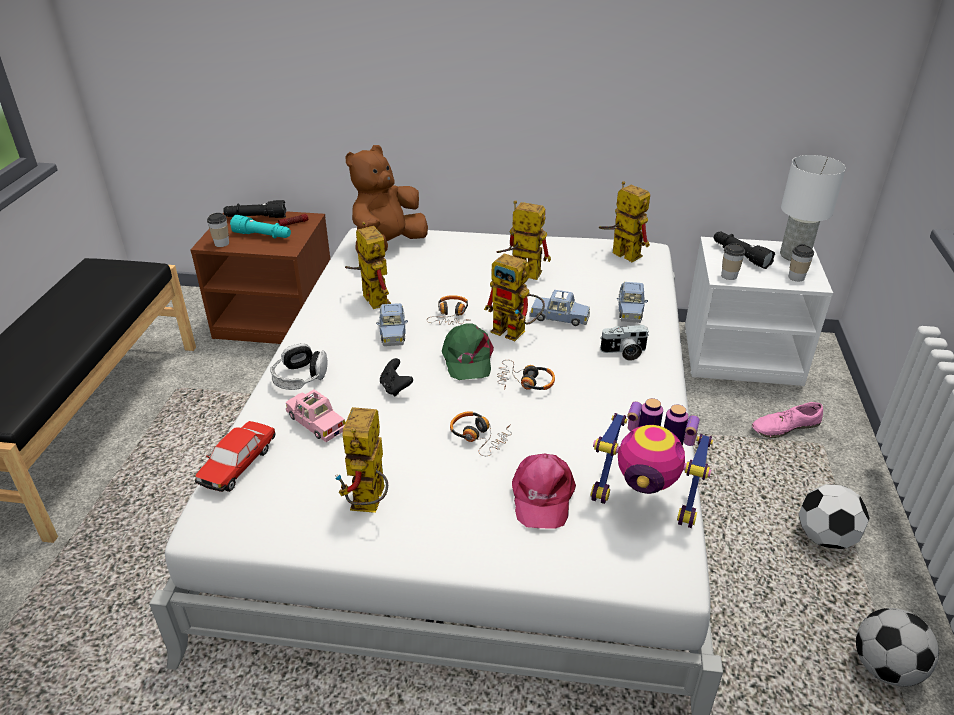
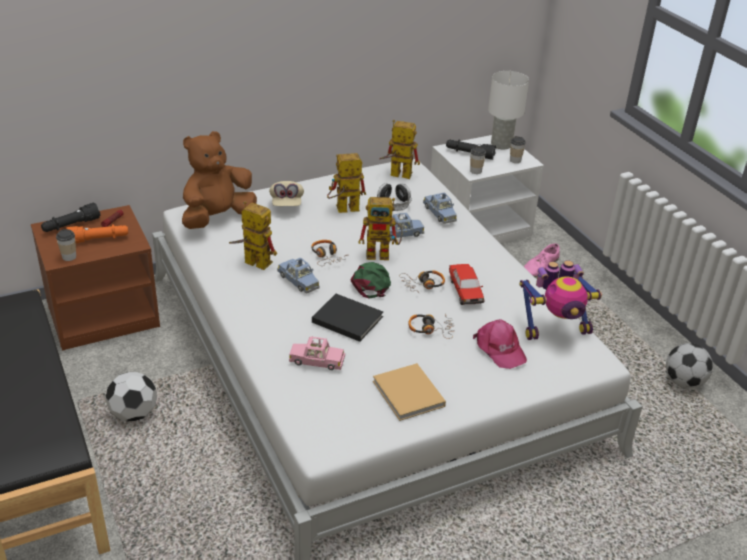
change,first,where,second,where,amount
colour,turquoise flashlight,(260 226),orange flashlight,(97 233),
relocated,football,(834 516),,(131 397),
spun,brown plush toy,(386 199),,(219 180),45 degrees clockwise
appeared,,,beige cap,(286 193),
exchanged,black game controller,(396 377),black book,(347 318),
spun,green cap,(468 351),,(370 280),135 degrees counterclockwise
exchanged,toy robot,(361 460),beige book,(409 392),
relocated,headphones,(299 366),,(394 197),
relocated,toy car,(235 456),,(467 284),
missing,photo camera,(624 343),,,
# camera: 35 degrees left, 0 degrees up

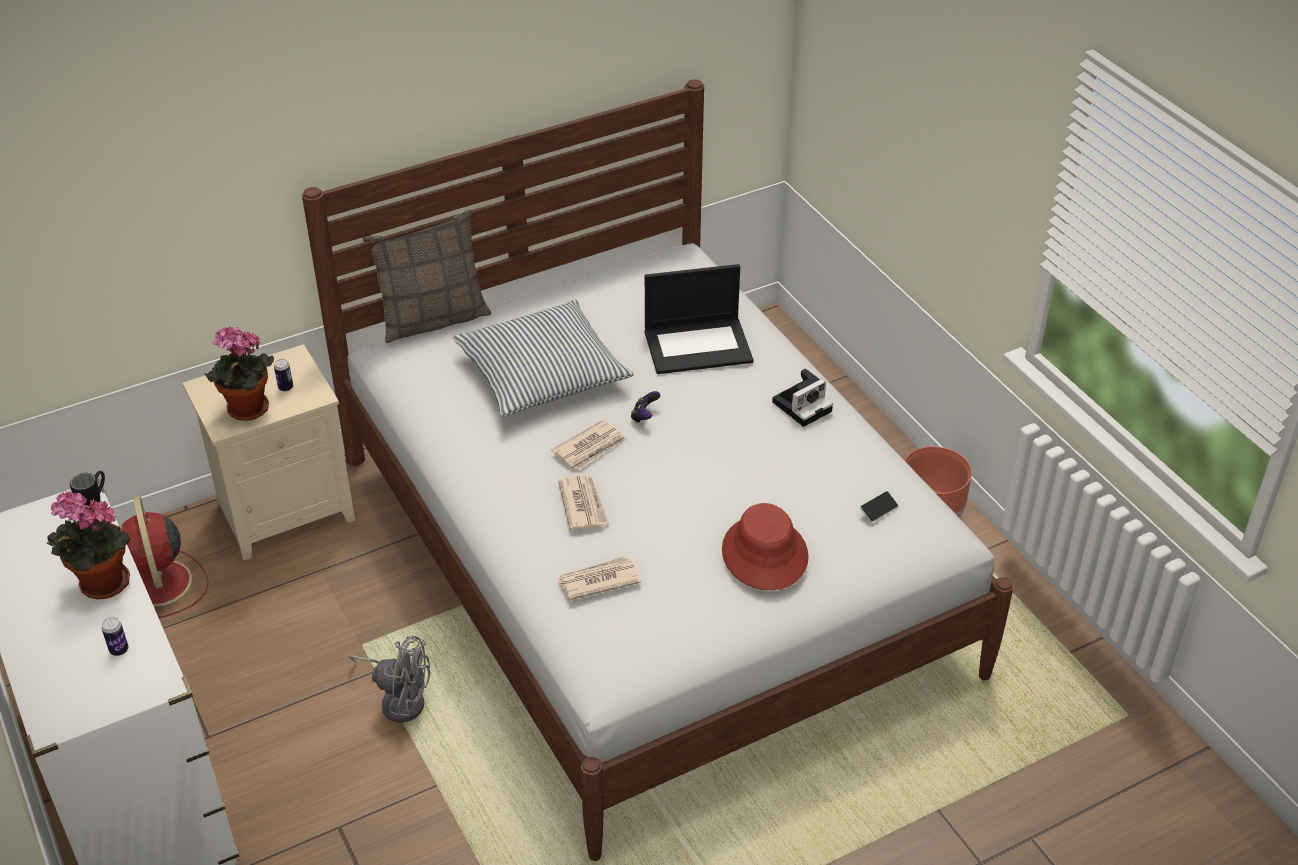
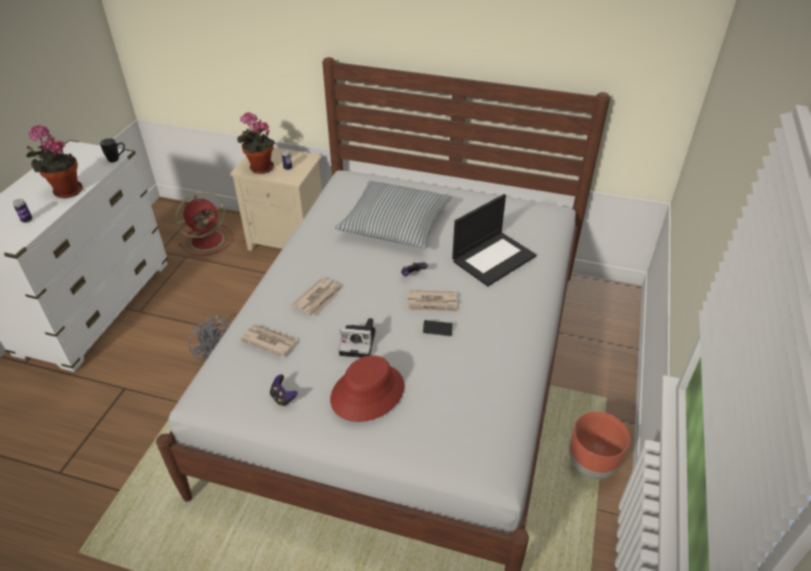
change,first,where,second,where,amount
spun,red fan,(165 557),,(204 224),150 degrees counterclockwise
appeared,,,game controller,(284 390),
relocated,photo camera,(802 398),,(357 338),
relocated,newspaper,(589 445),,(432 301),
relocated,phone,(879 506),,(437 328),
spun,laptop,(699 319),,(494 240),75 degrees counterclockwise
missing,pillow,(427 276),,,
# camera: 45 degrees right, 0 degrees up

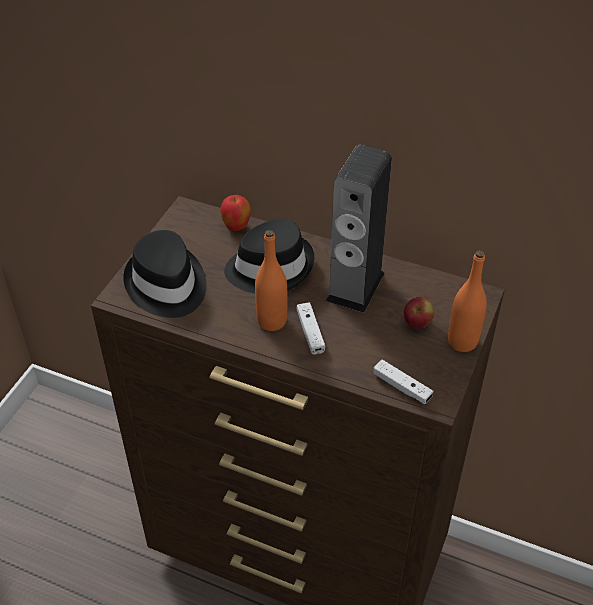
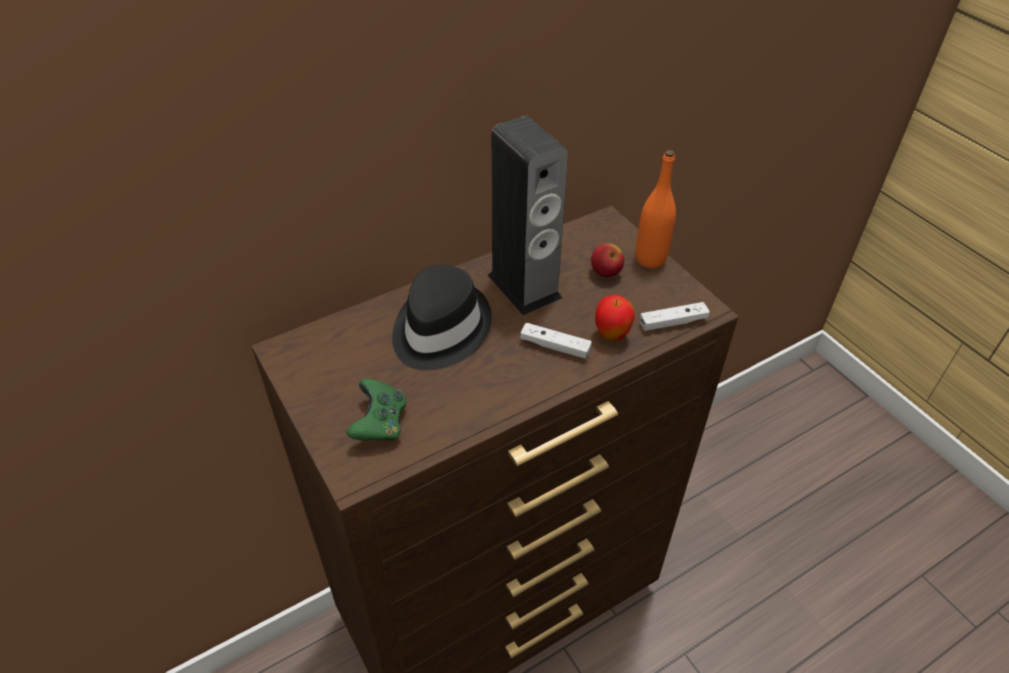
change,first,where,second,where,amount
exchanged,black hat,(165 274),green game controller,(376 410),
relocated,apple,(236 213),,(615 318),
missing,orange bottle,(271 280),,,
# camera: 55 degrees left, 0 degrees up

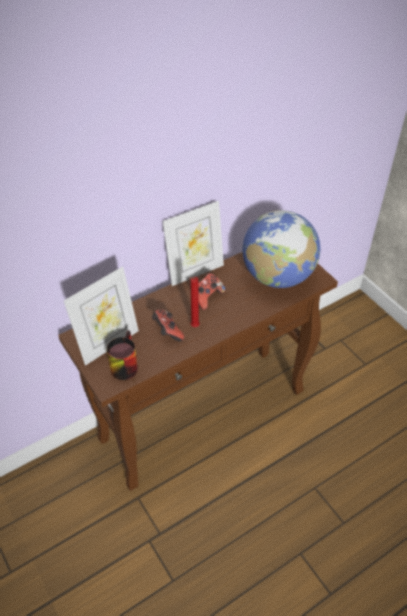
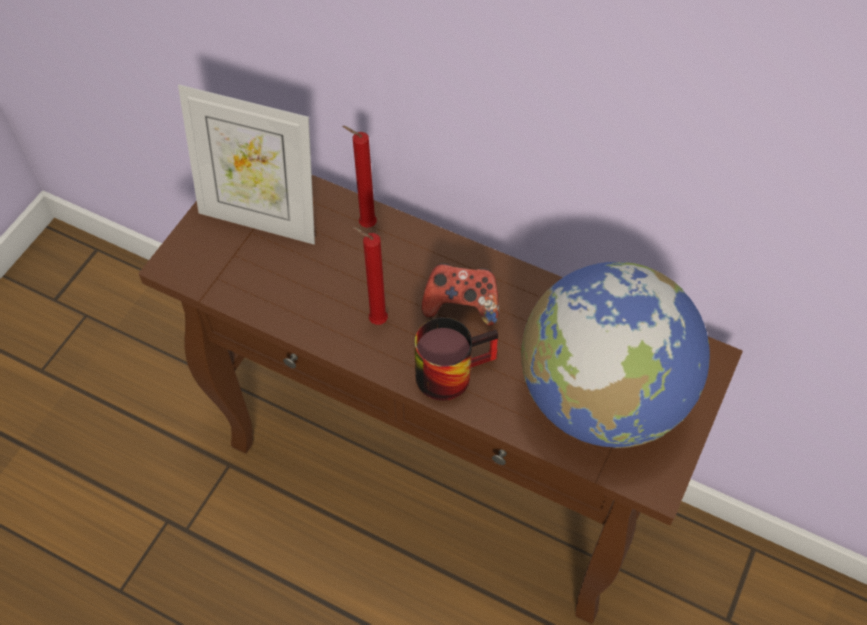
change,first,where,second,where,amount
appeared,,,red candle,(359 177),
relocated,mug,(122 355),,(456 359),
missing,game controller,(168 325),,,
missing,picture frame,(193 243),,,
# camera: 60 degrees right, 10 degrees up

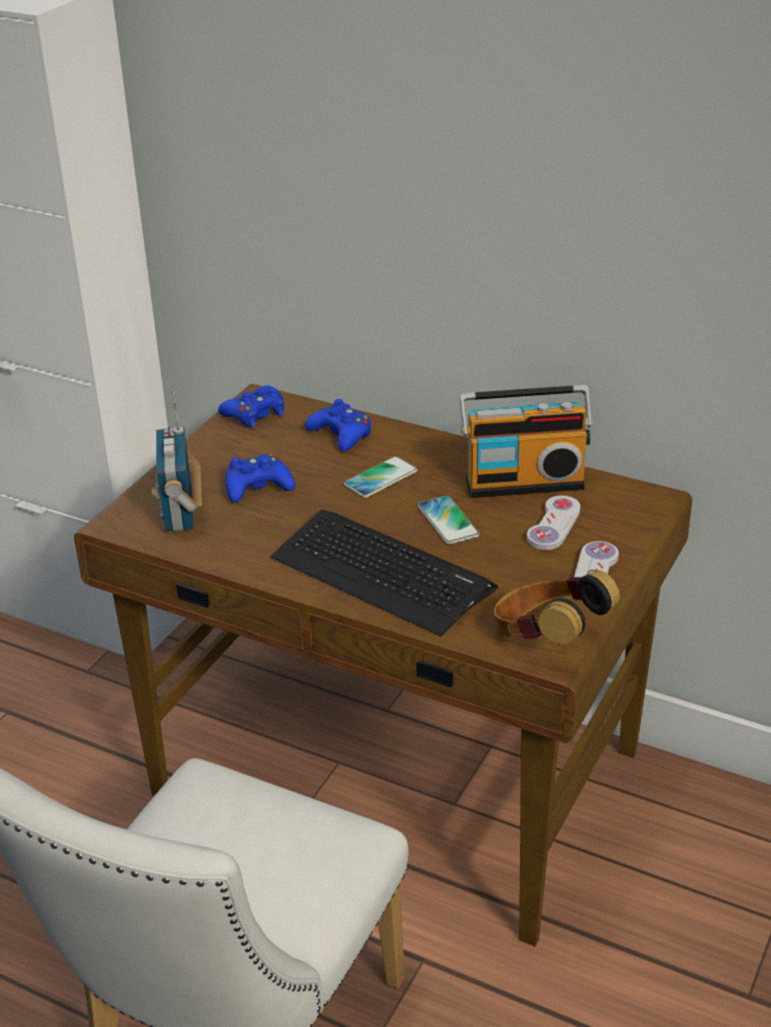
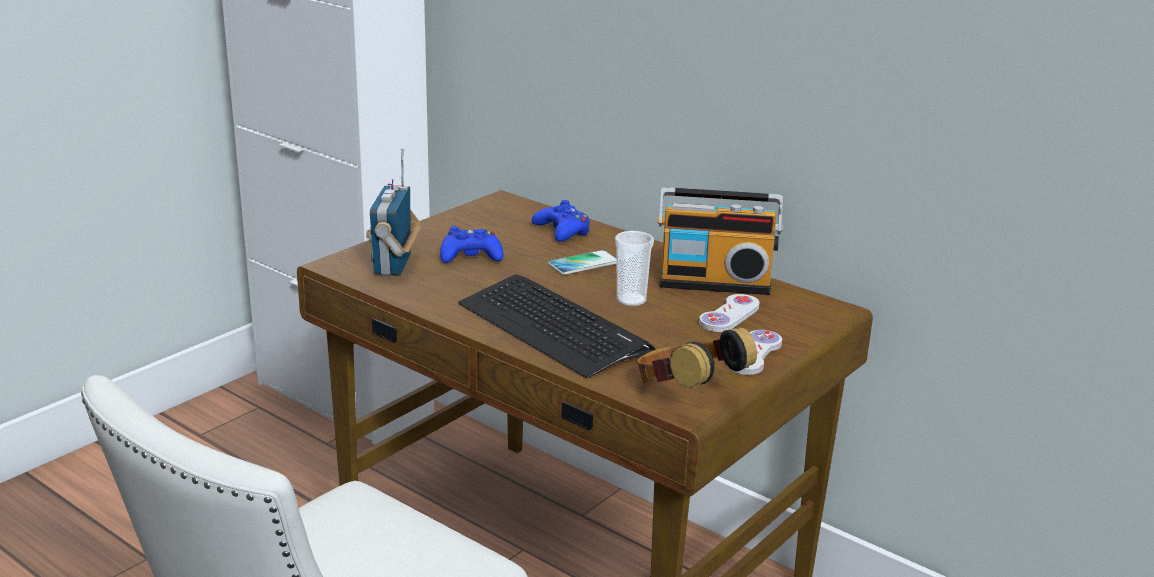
change,first,where,second,where,amount
exchanged,phone,(448 520),cup,(634 268),
missing,blue game controller,(251 406),,,
# camera: 10 degrees right, 10 degrees down

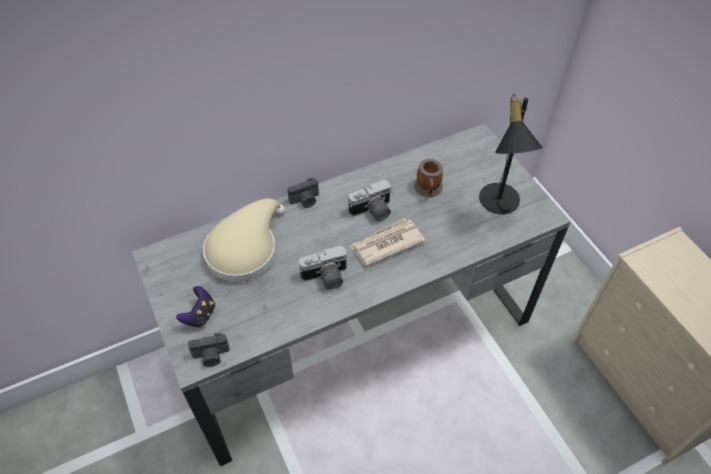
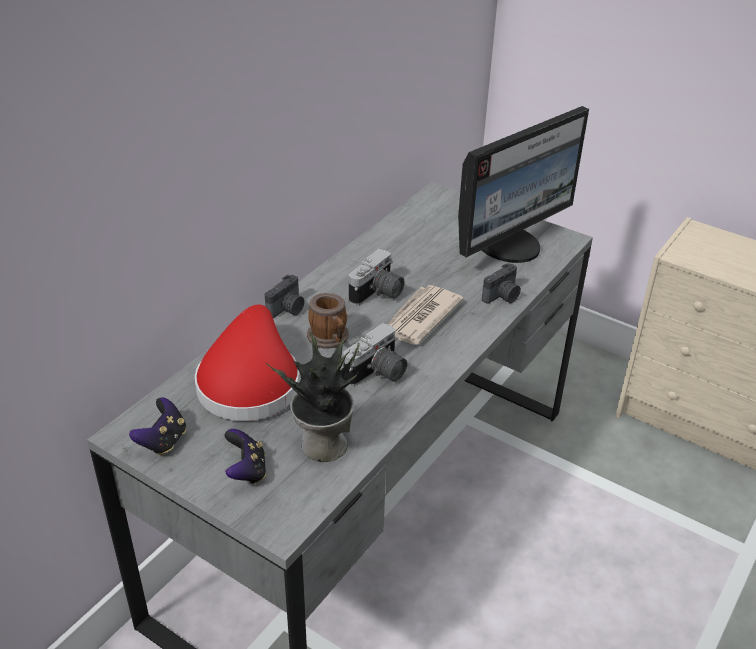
change,first,where,second,where,amount
appeared,,,game controller,(157 426),
colour,beige hat,(244 240),red hat,(247 362),
appeared,,,potted plant,(313 397),
relocated,mug,(428 178),,(328 321),
exchanged,black table lamp,(511 154),monitor,(523 184),
relocated,photo camera,(209 350),,(501 283),
# camera: 30 degrees left, 15 degrees down

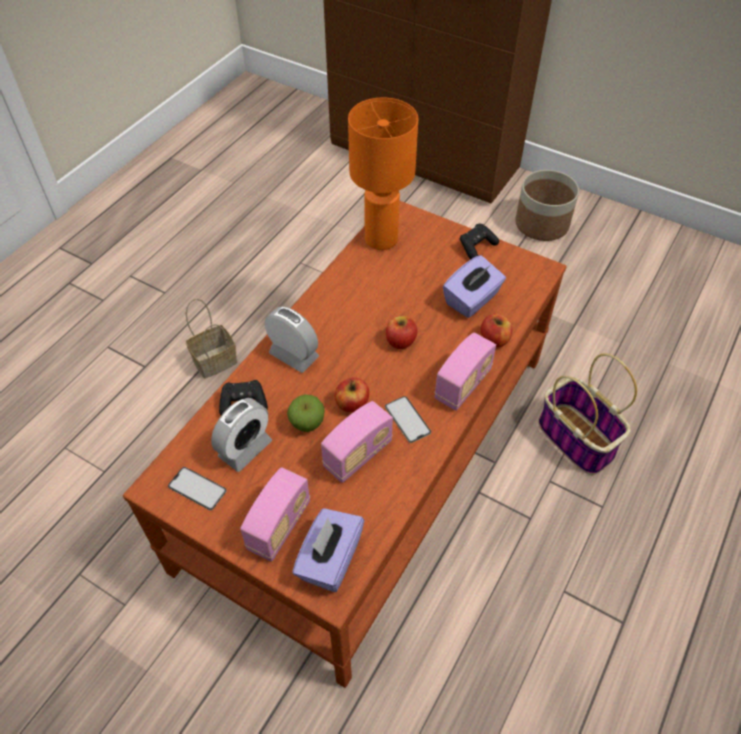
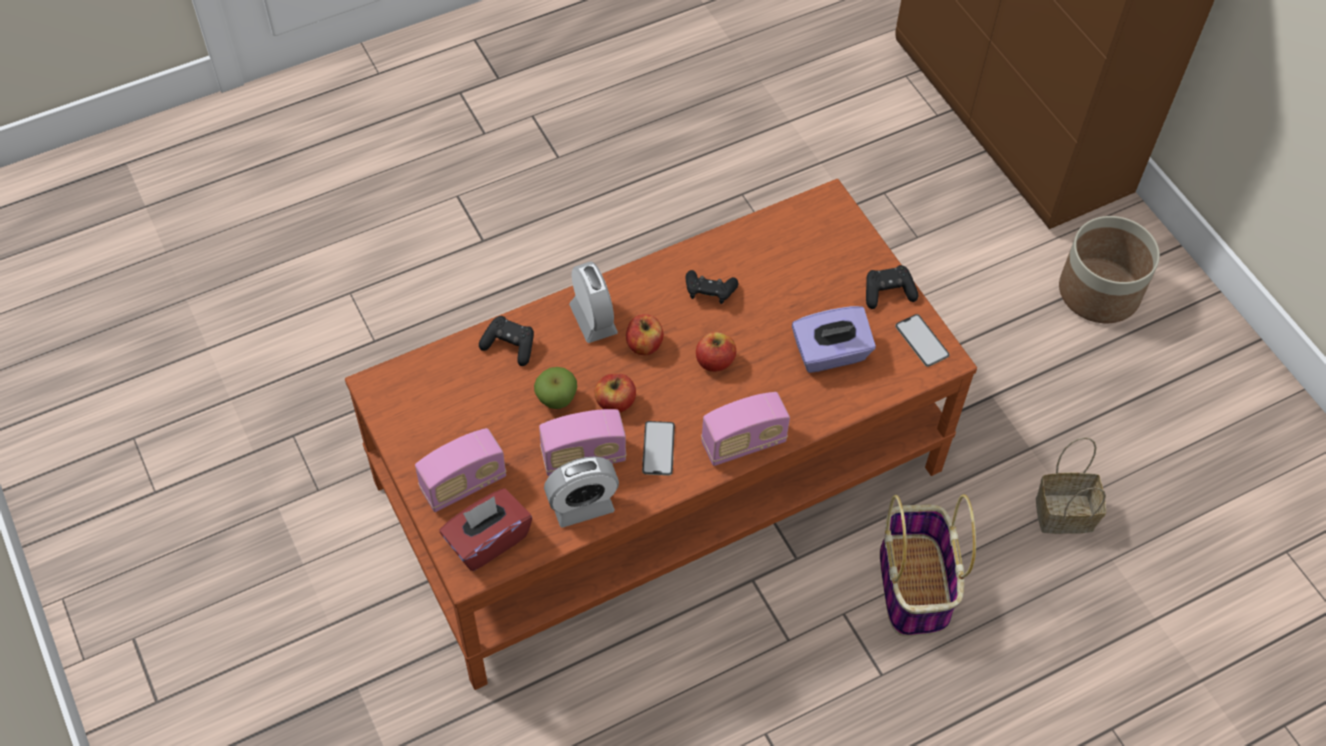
change,first,where,second,where,amount
colour,purple tissue box,(328 550),red tissue box,(486 529),
relocated,alarm clock,(241 435),,(581 492),
relocated,apple,(496 330),,(645 334),
appeared,,,black game controller,(712 287),
relocated,phone,(197 488),,(922 340),
relocated,basket,(211 338),,(1071 485),
missing,orange table lamp,(383 173),,,
# camera: 30 degrees right, 5 degrees up

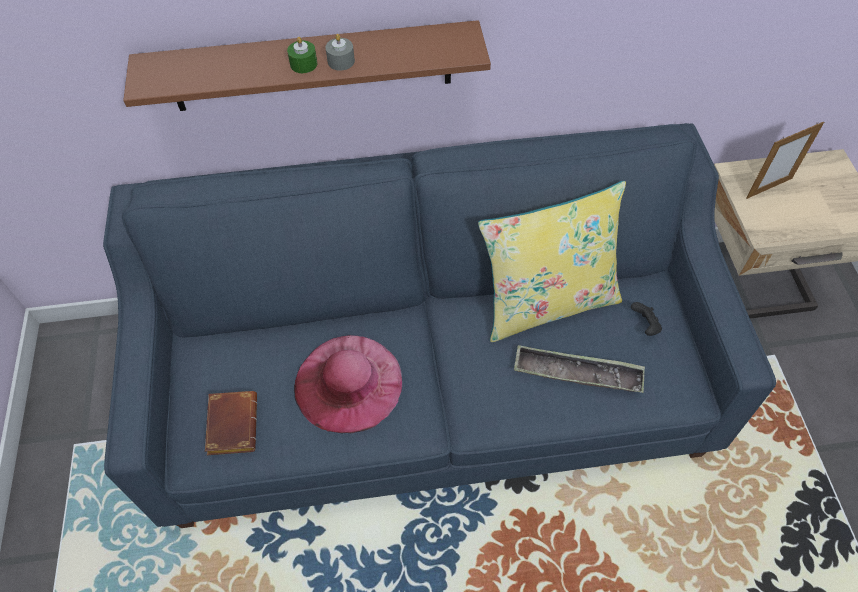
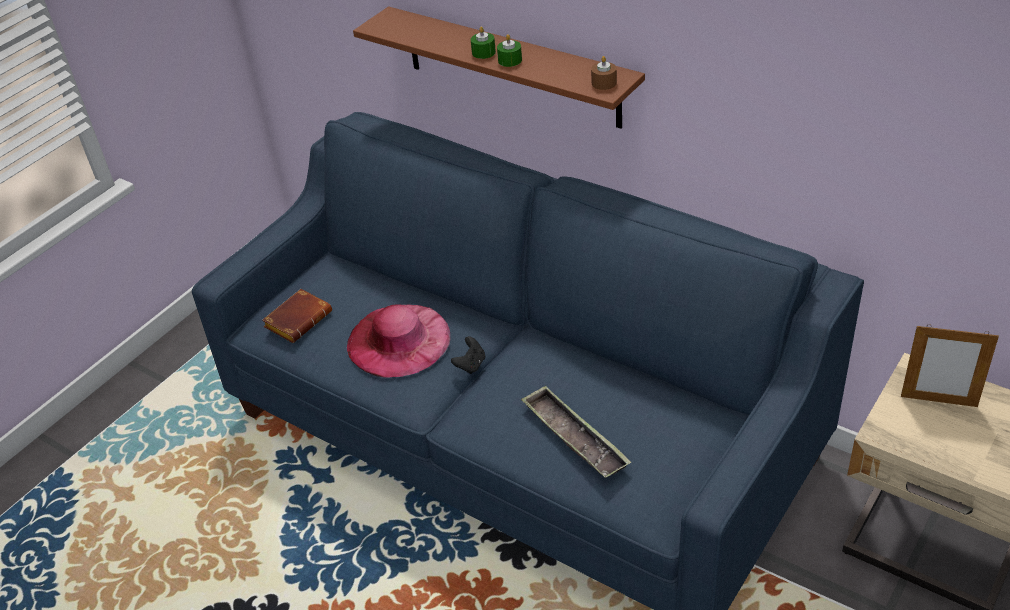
change,first,where,second,where,amount
relocated,black game controller,(646 319),,(468 355),
colour,grey candle,(340 52),green candle,(509 50),
appeared,,,brown candle,(604 73),
missing,yellow pillow,(552 261),,,
# camera: 45 degrees right, 15 degrees down

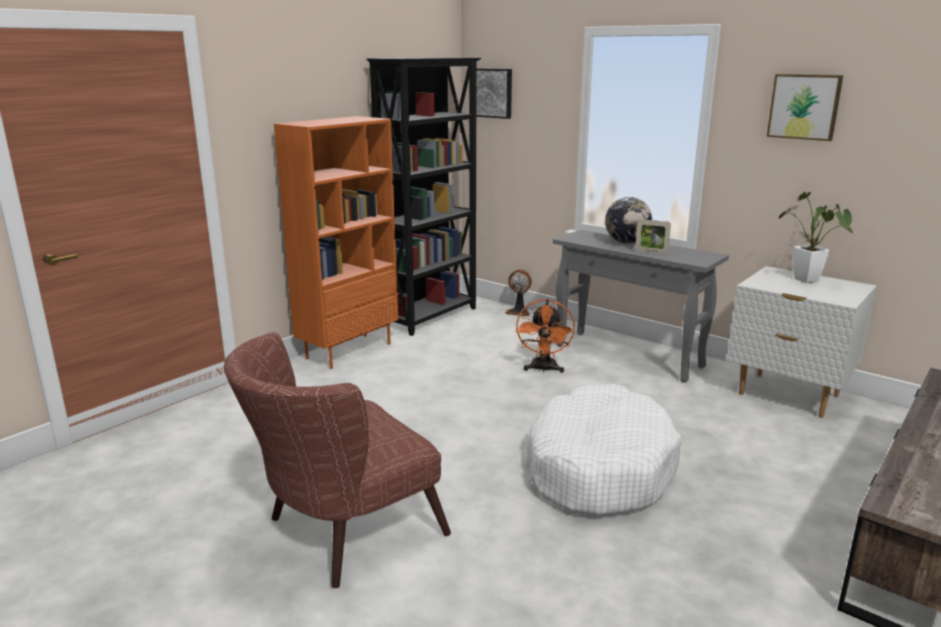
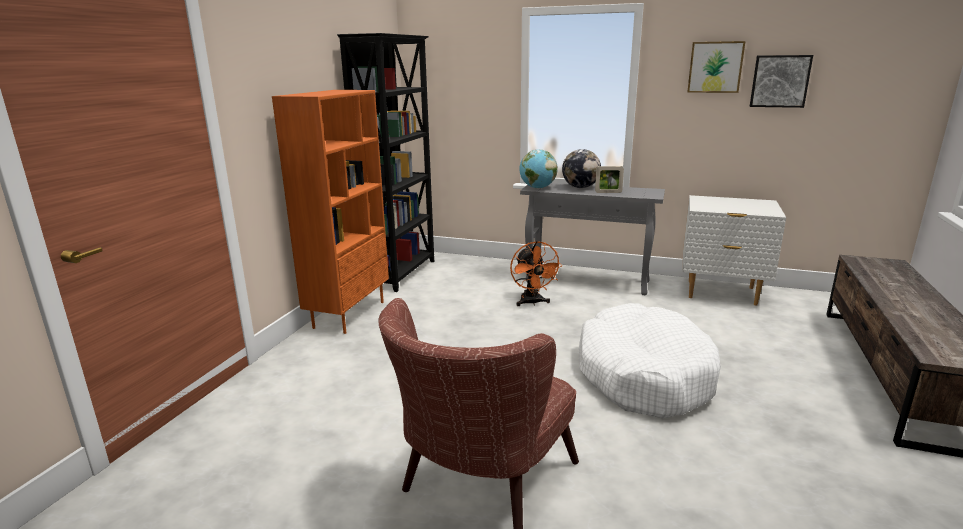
change,first,where,second,where,amount
appeared,,,globe,(538 169),
relocated,picture,(494 93),,(781 81),
missing,fan,(518 292),,,
missing,potted plant,(816 237),,,
# camera: 20 degrees left, 0 degrees up

